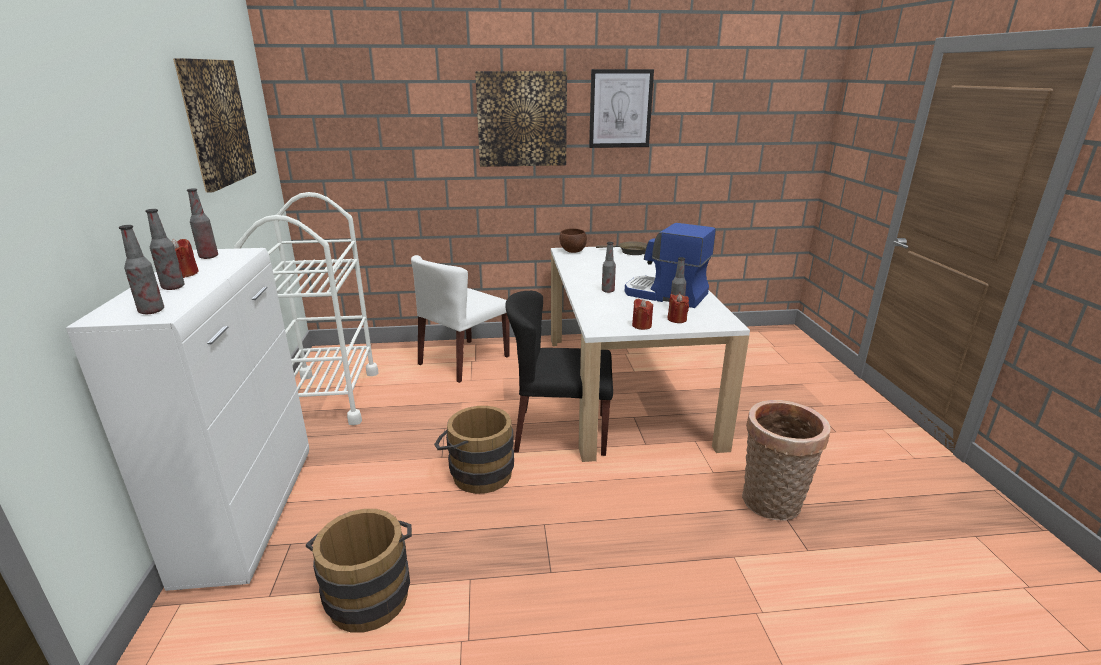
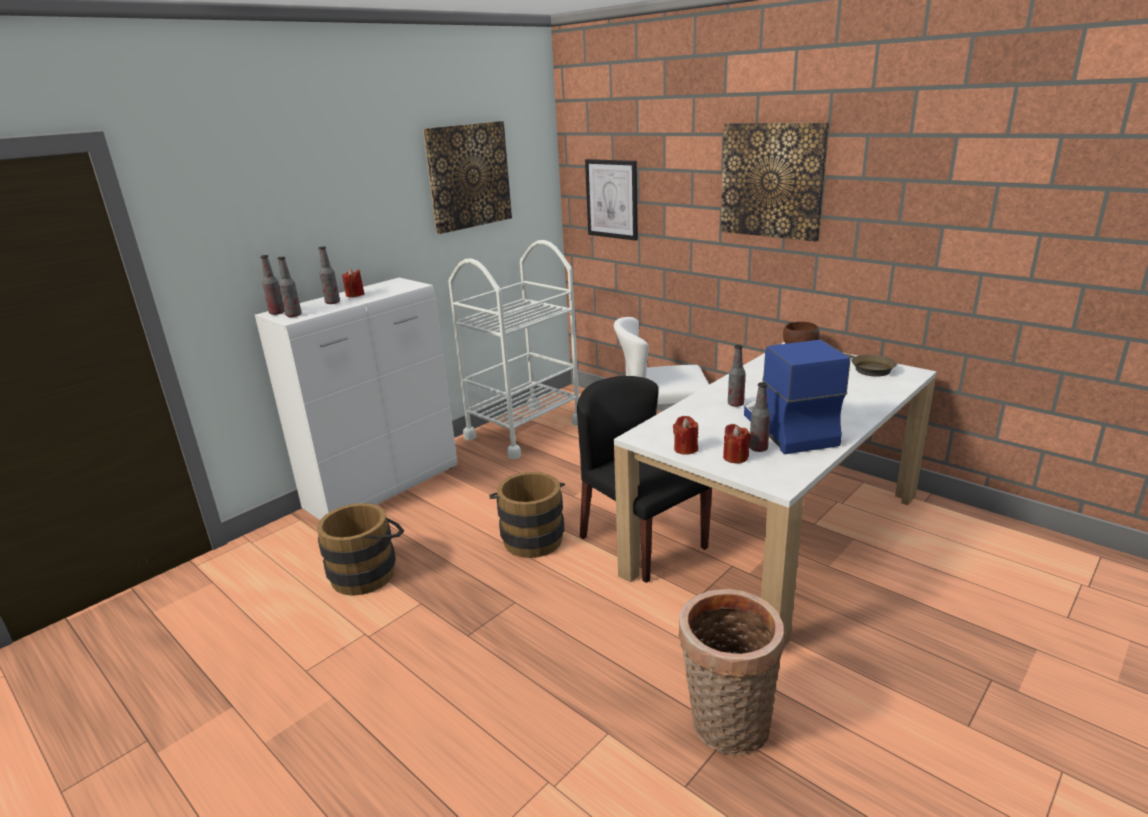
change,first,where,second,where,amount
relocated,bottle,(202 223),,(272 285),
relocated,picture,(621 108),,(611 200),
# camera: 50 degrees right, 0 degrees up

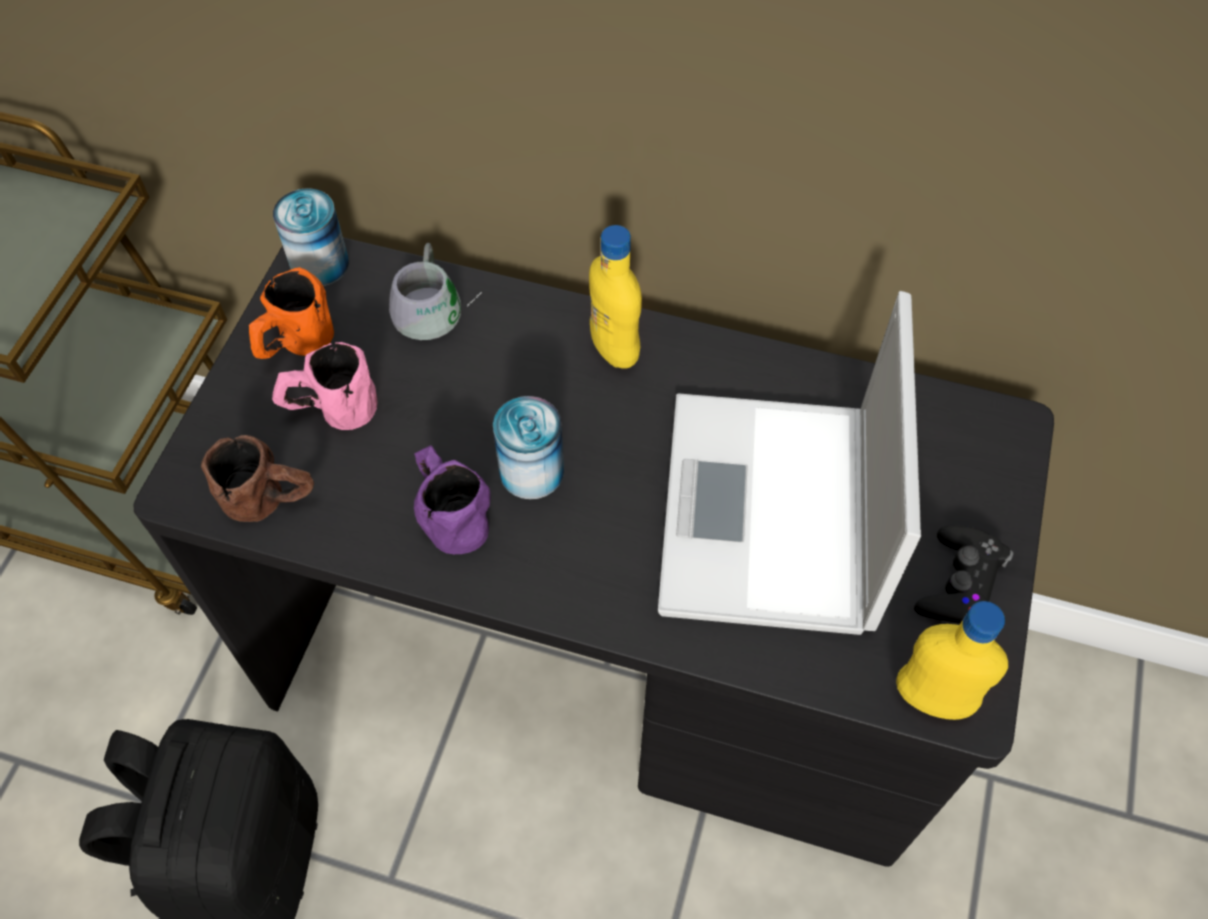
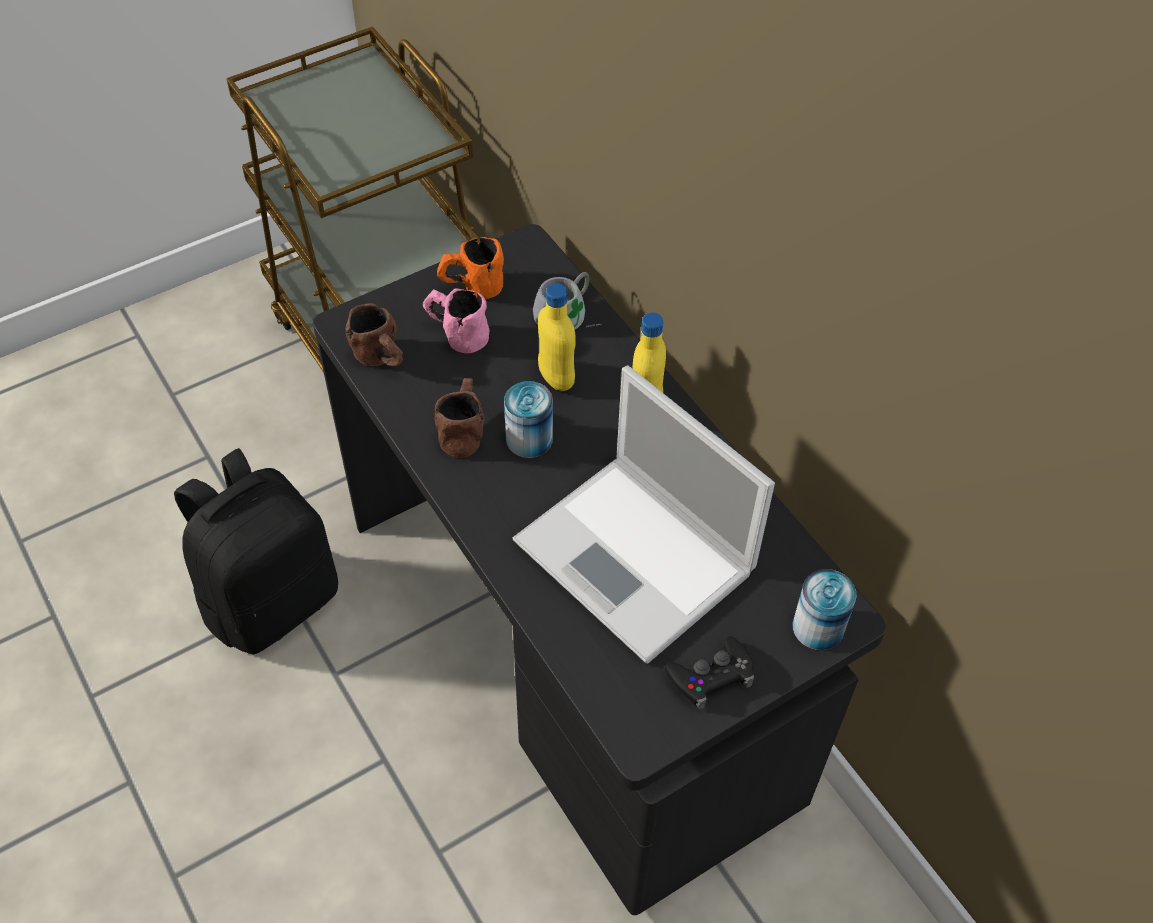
change,first,where,second,where,amount
colour,purple mug,(452 499),brown mug,(460 418),
spun,laptop,(789 463),,(644 515),90 degrees counterclockwise
relocated,yellow bottle,(952 660),,(557 337),
relocated,can,(311 237),,(824 609),
# camera: 40 degrees right, 5 degrees down

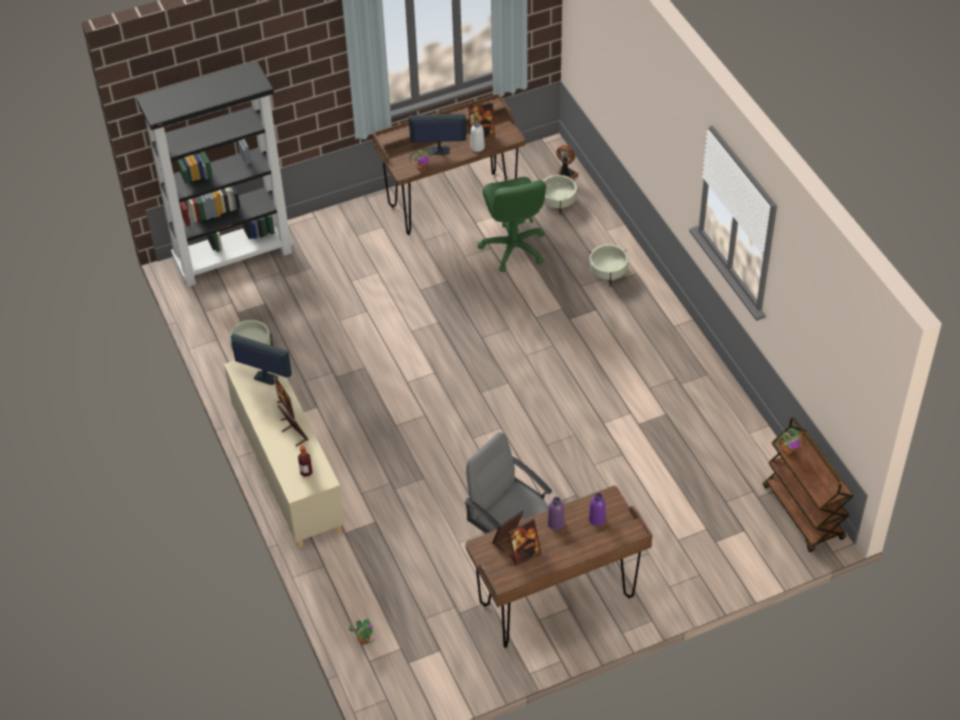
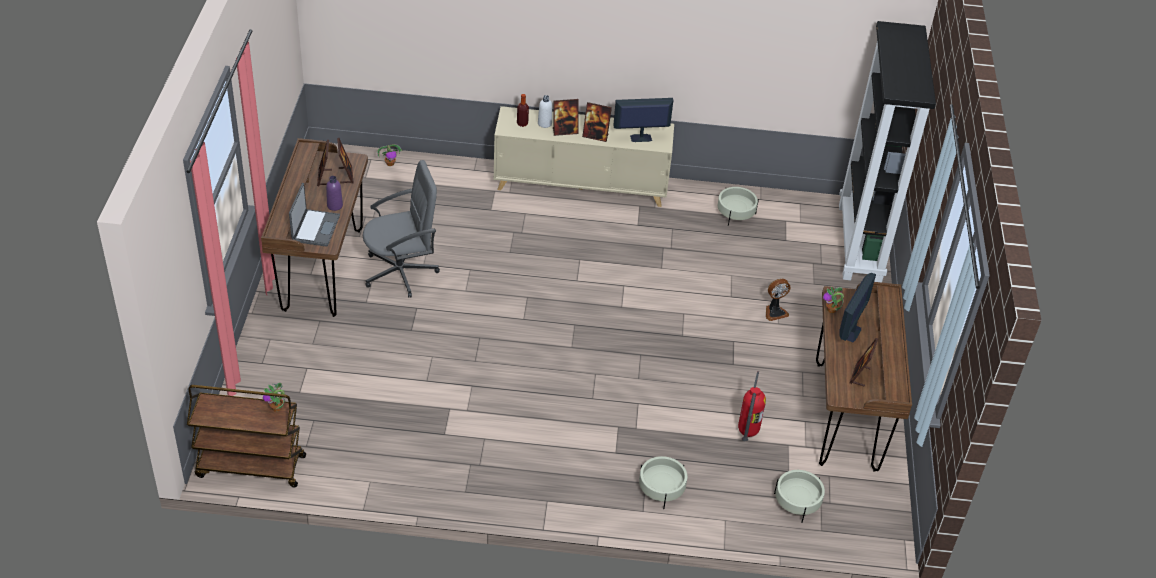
change,first,where,second,where,amount
exchanged,purple bottle,(597 509),laptop,(314 215),
relocated,white bottle,(478 136),,(545 111),
spun,monitor,(261 359),,(643 120),150 degrees counterclockwise
exchanged,green office chair,(512 224),fire extinguisher,(752 406),
relocated,fan,(567 162),,(778 300),
# camera: 115 degrees right, 5 degrees down

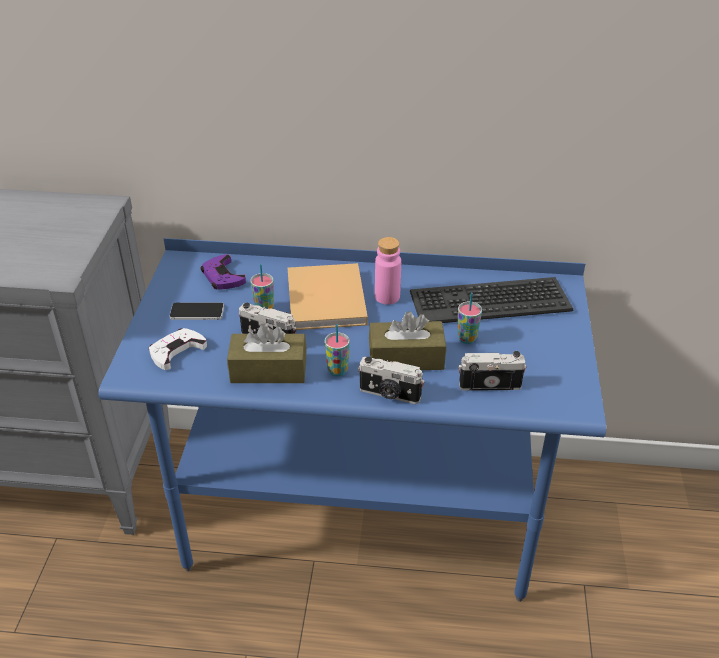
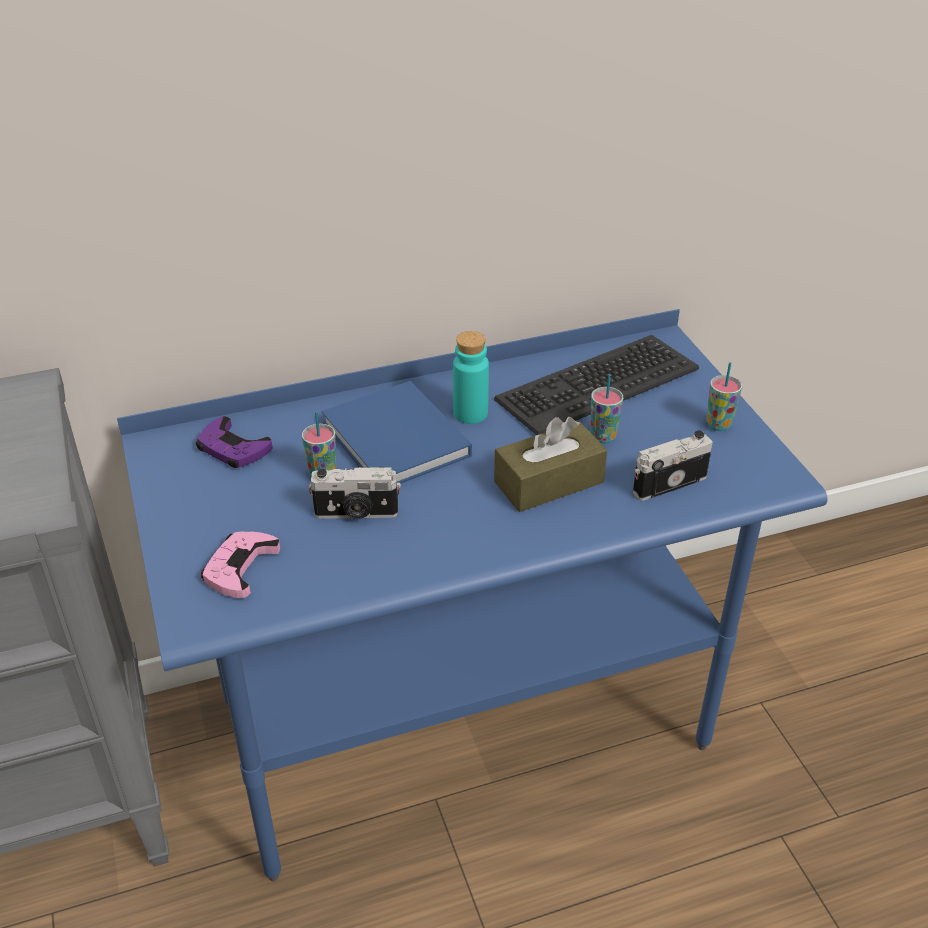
change,first,where,second,where,amount
colour,white game controller,(178 349),pink game controller,(240 565),
colour,beige book,(328 296),blue book,(397 432),
colour,pink bottle,(388 270),turquoise bottle,(471 377),
relocated,cup,(337 350),,(724 396),
missing,phone,(197 311),,,
missing,brown tissue box,(267 353),,,
missing,photo camera,(391 380),,,
# camera: 25 degrees left, 0 degrees up

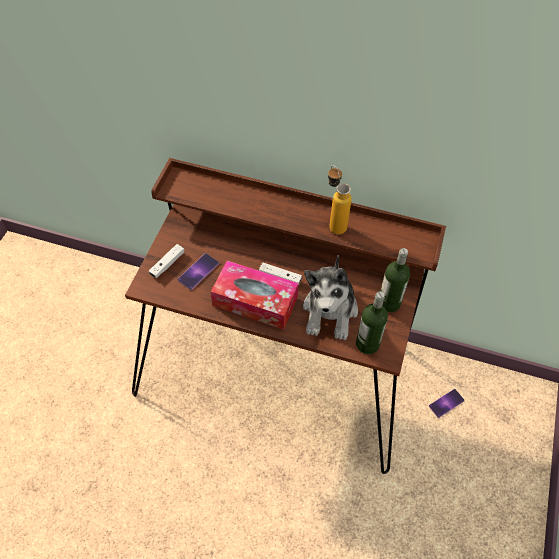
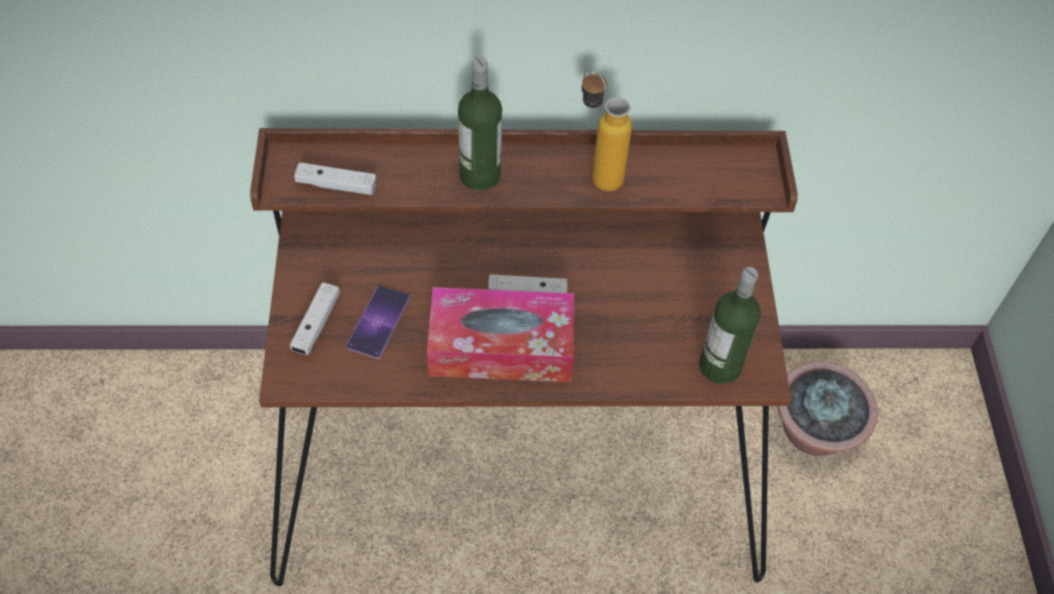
change,first,where,second,where,amount
appeared,,,white game controller,(335 178),
relocated,bottle,(395 280),,(480 124),
exchanged,phone,(447 403),potted plant,(827 408),
missing,plush toy,(330 297),,,
# camera: 20 degrees left, 0 degrees up

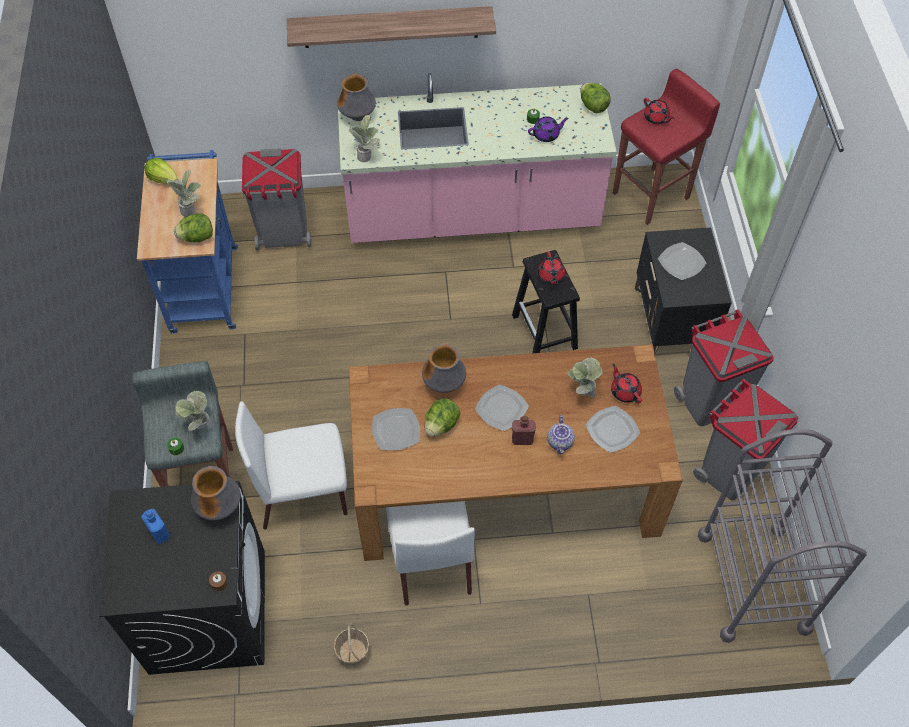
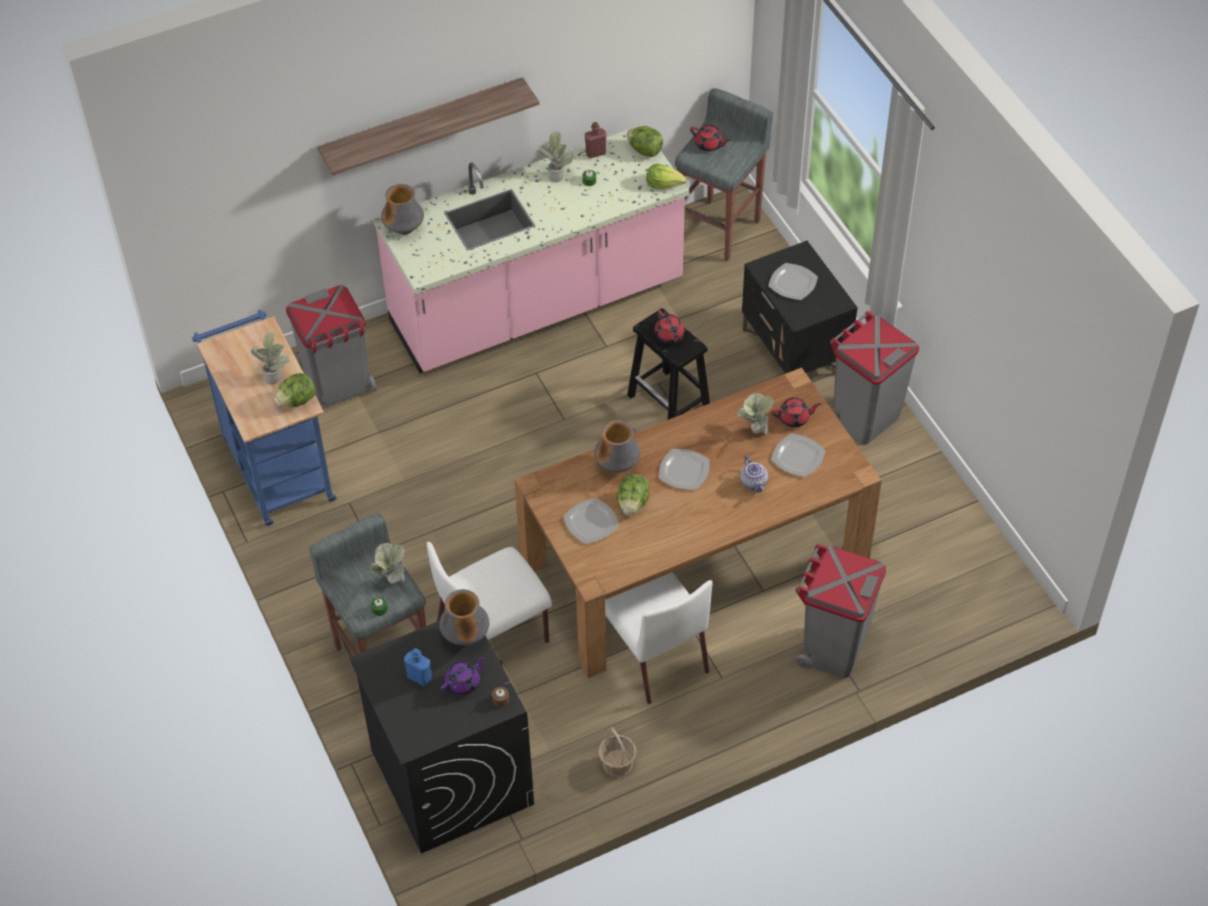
change,first,where,second,where,amount
relocated,purple teapot,(548 129),,(462 675),
relocated,potted plant,(364 138),,(556 157),
relocated,red bottle,(524 430),,(595 140),
relocated,lettuce,(161 171),,(666 176),
colour,red stool,(666 147),grey stool,(724 174),
spun,red teapot,(626 383),,(796 412),135 degrees clockwise
relocated,grey trash can,(745 439),,(841 611),
missing,grey cart,(782 536),,,
# camera: 20 degrees left, 5 degrees down

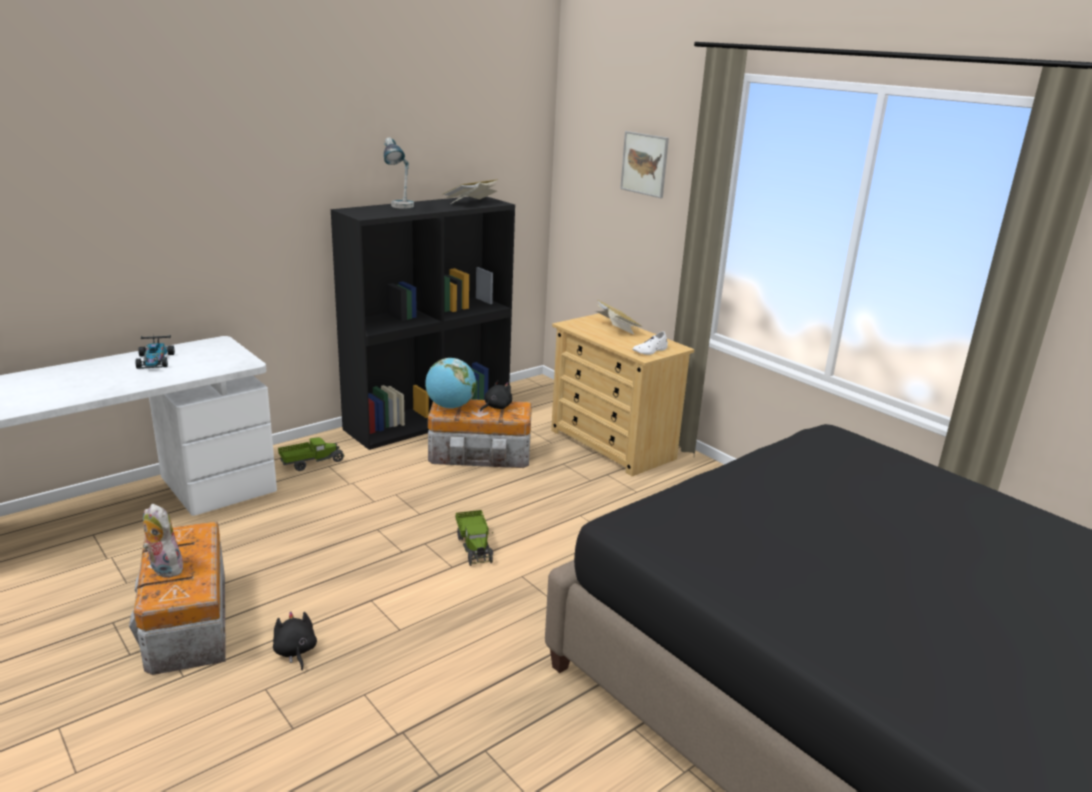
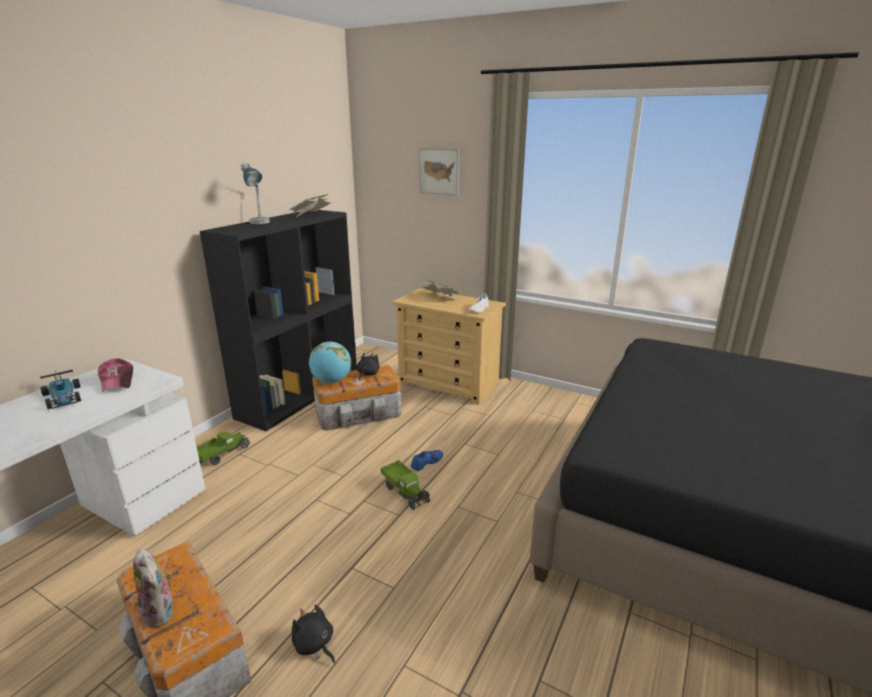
change,first,where,second,where,amount
appeared,,,cap,(115 375),
spun,plush toy,(163 541),,(153 588),150 degrees counterclockwise
appeared,,,blue shoe,(427 460),
# camera: 20 degrees left, 0 degrees up

